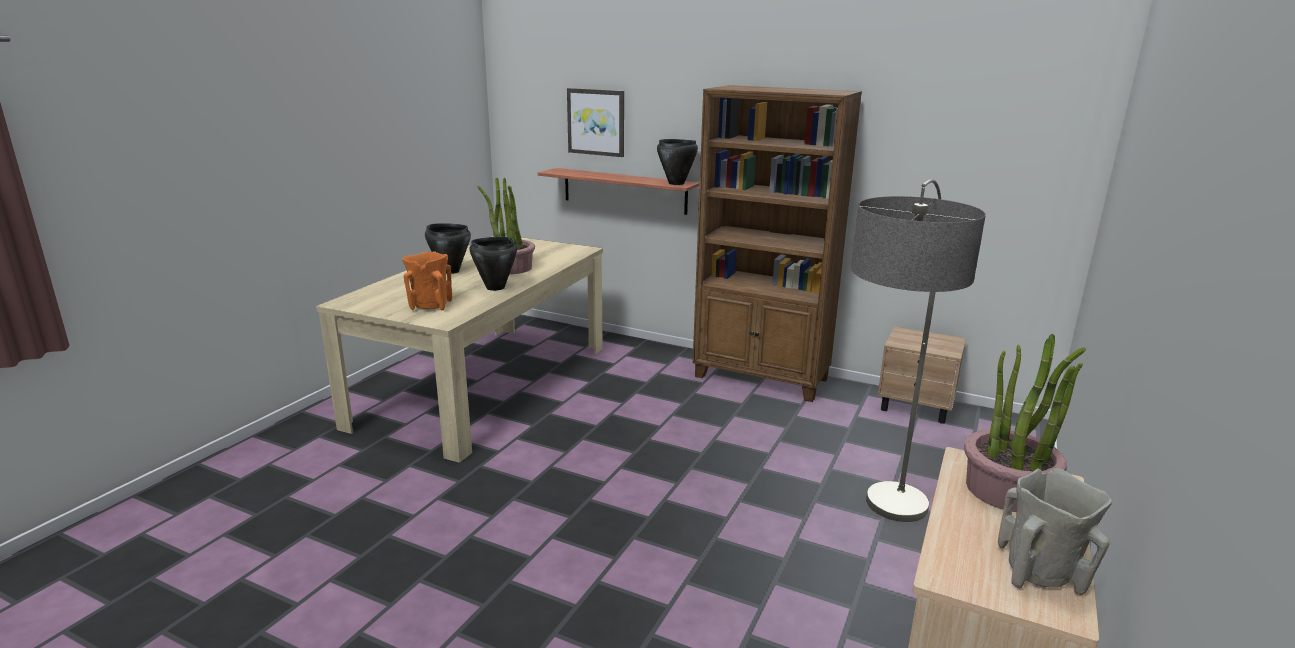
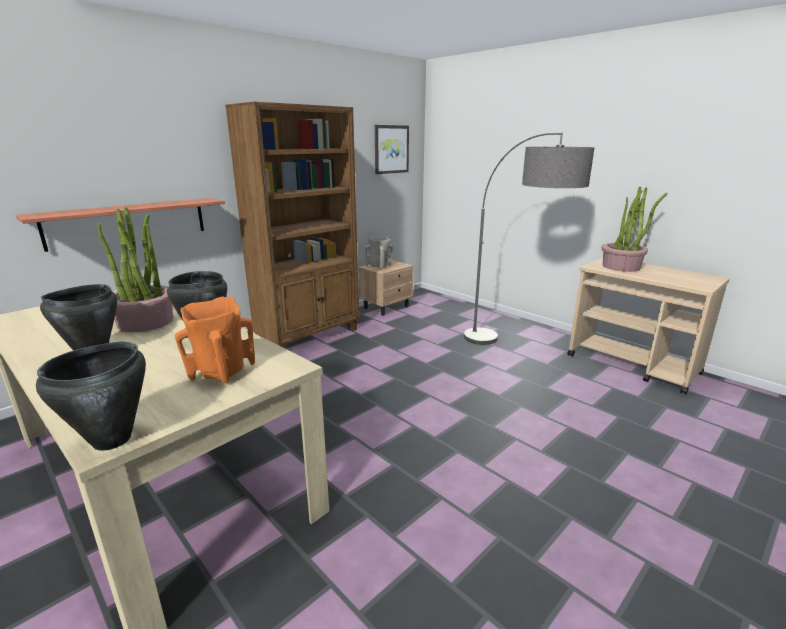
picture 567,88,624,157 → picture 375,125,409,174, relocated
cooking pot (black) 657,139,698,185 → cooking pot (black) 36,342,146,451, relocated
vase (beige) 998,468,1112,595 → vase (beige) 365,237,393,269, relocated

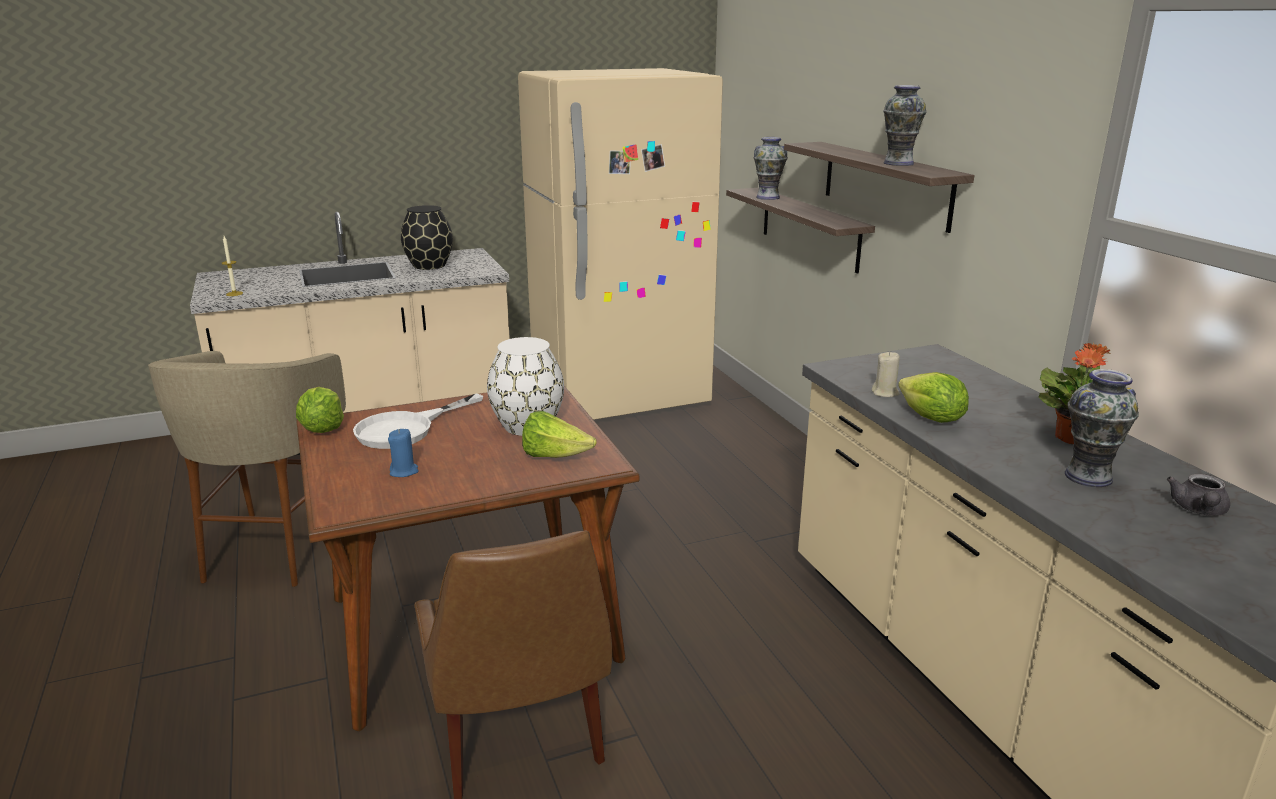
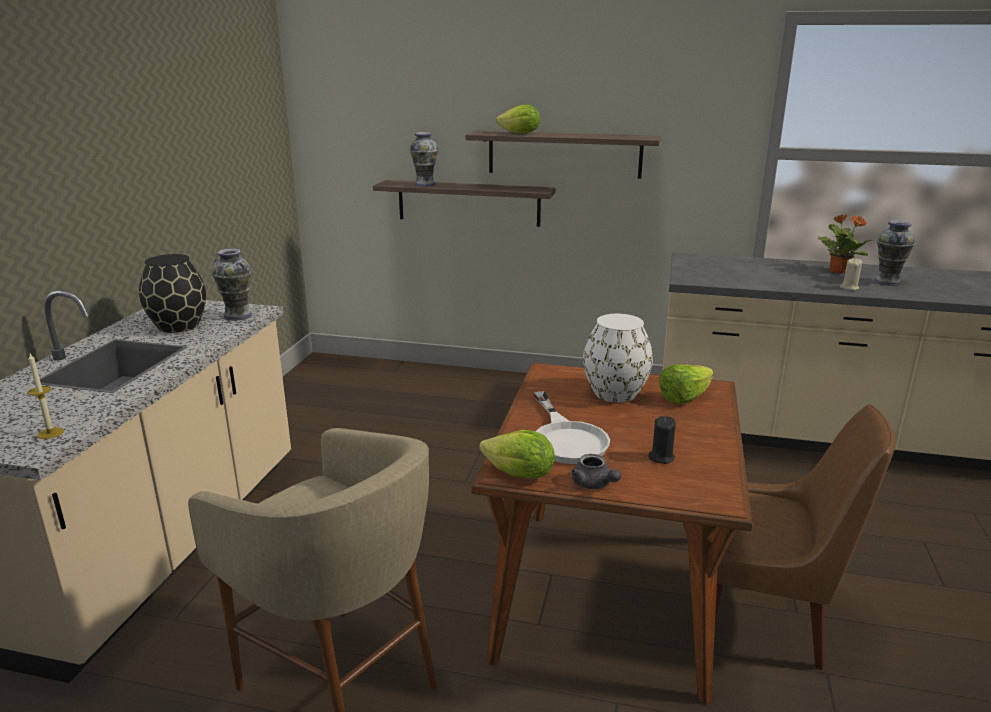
fridge (beige) 518,68,723,420 → -
vase 883,85,926,166 → vase 212,249,252,321, relocated
candle (beige) 872,351,900,397 → candle (beige) 840,259,862,290, relocated
lettuce 898,372,969,423 → lettuce 496,104,540,133, relocated
candle (blue) 388,429,419,477 → candle (black) 648,416,676,464
teapot (grey) 1167,474,1230,516 → teapot (grey) 571,454,621,489, relocated

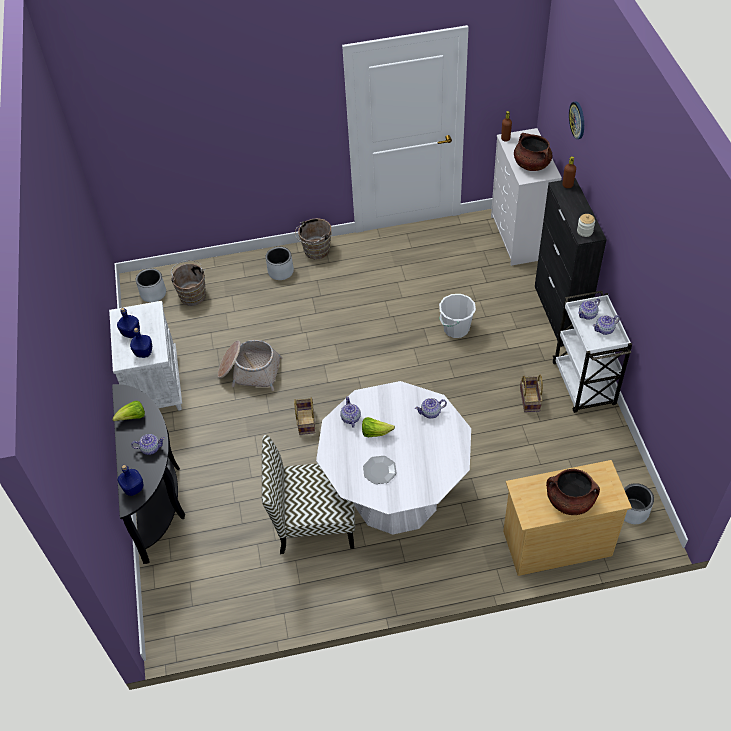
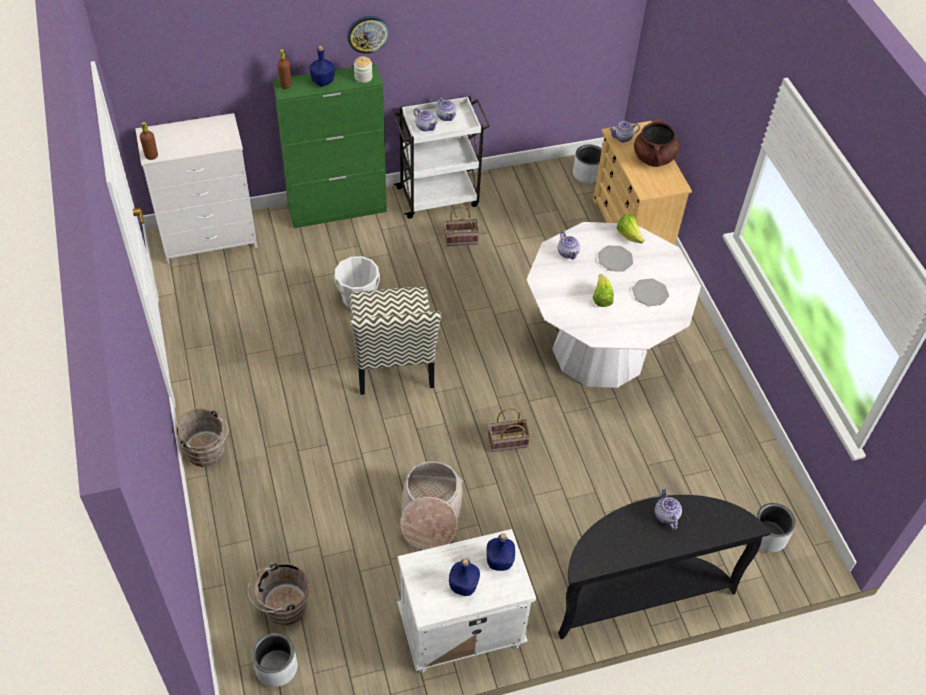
wall clock 569,102,584,139 → wall clock 347,16,389,54, relocated
cooking pot (brown) 514,133,552,171 → -
cabinet (black) 535,178,607,347 → cabinet (green) 273,64,387,228
planter (grey) 266,247,294,280 → planter (grey) 756,503,796,553, relocated
teapot 340,396,361,428 → teapot 609,121,640,142, relocated
lettuce 113,401,145,421 → lettuce 617,214,645,243, relocated
chair 262,435,355,554 → chair 350,287,441,395, relocated
bottle (blue) 118,465,143,496 → bottle (blue) 309,46,335,87, relocated
- → plate 598,246,633,271

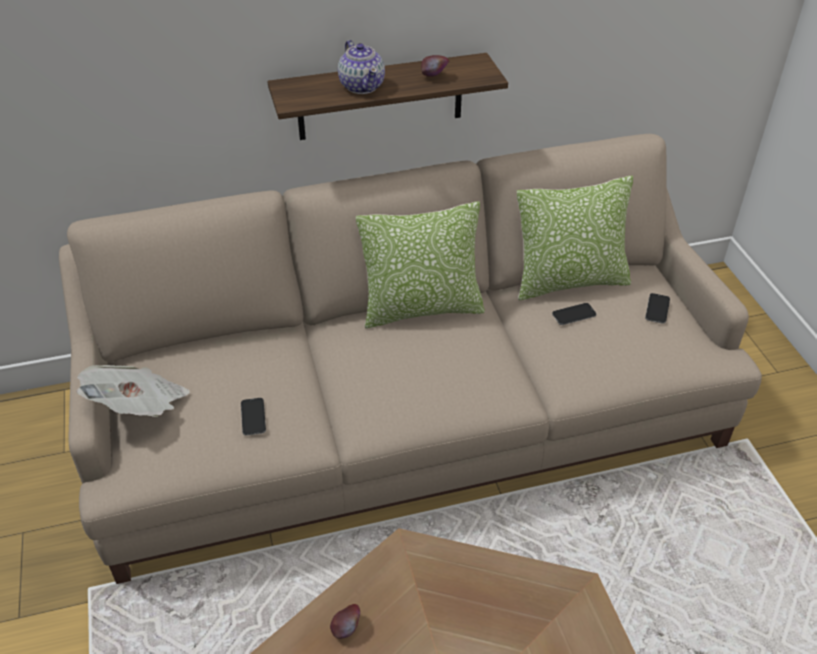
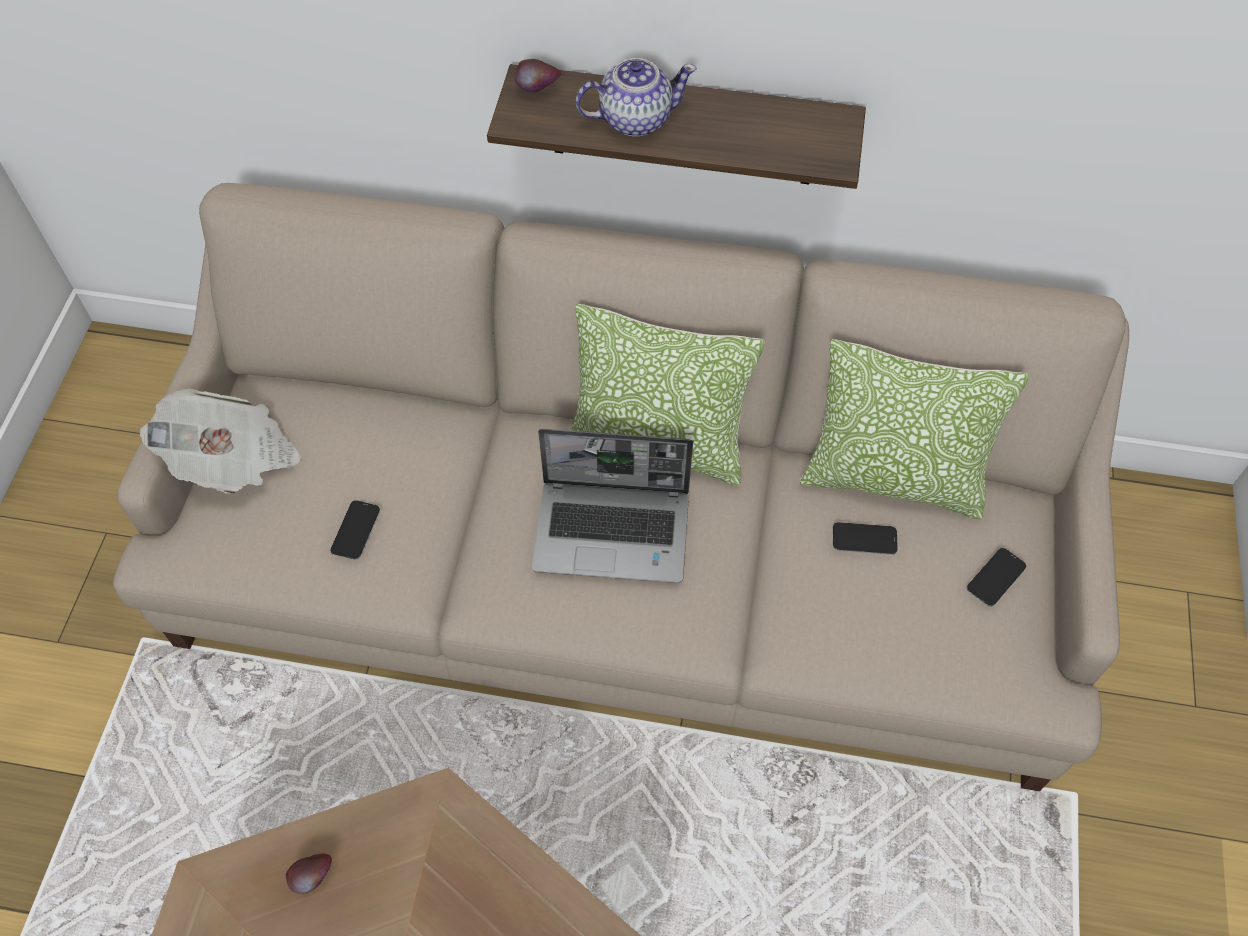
teapot 338,40,385,94 → teapot 575,58,697,136, 105 degrees counterclockwise
apple 421,55,449,77 → apple 514,59,561,93, relocated
- → laptop 532,429,693,583

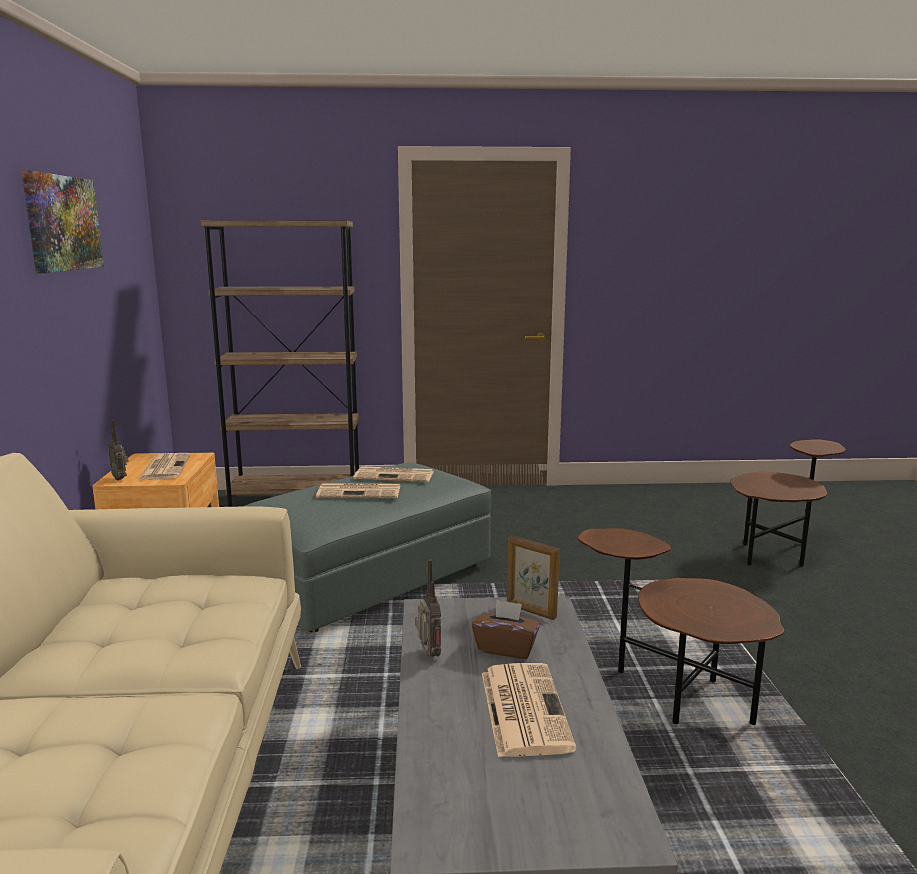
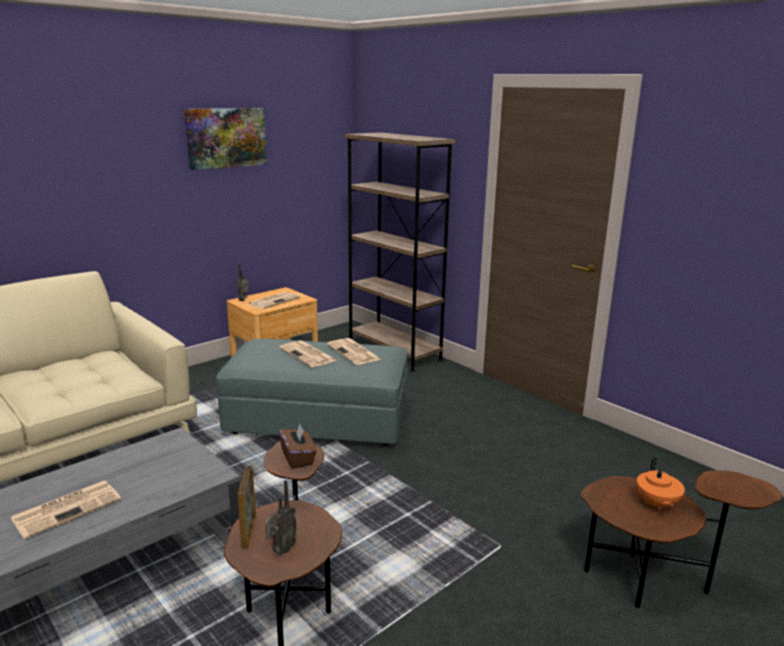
picture frame 507,536,560,620 → picture frame 237,466,256,549, relocated
radio 415,559,441,657 → radio 265,480,297,555, relocated
tissue box (brown) 472,599,540,659 → tissue box (brown) 279,424,317,469, relocated
- → teapot (orange) 637,458,685,511

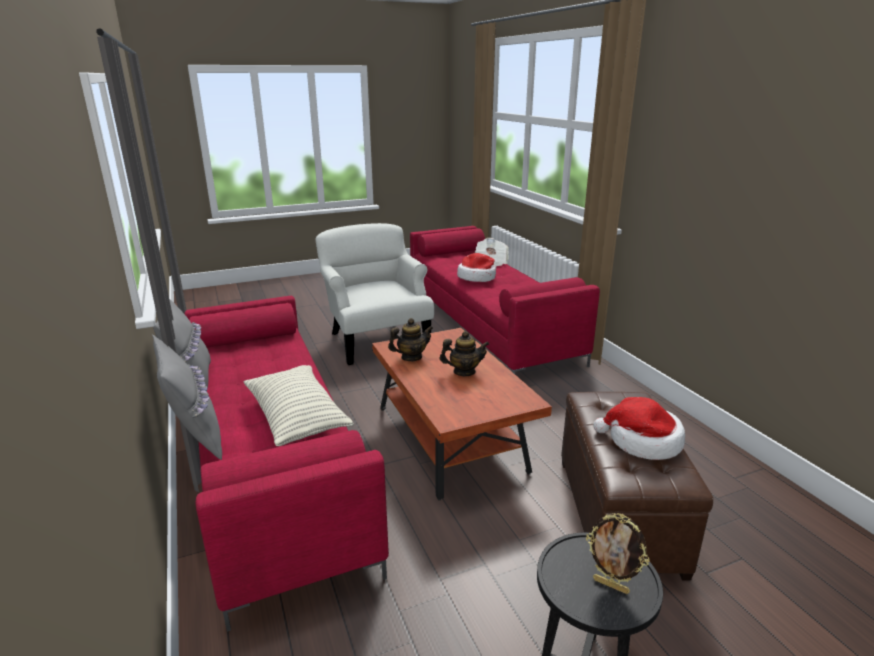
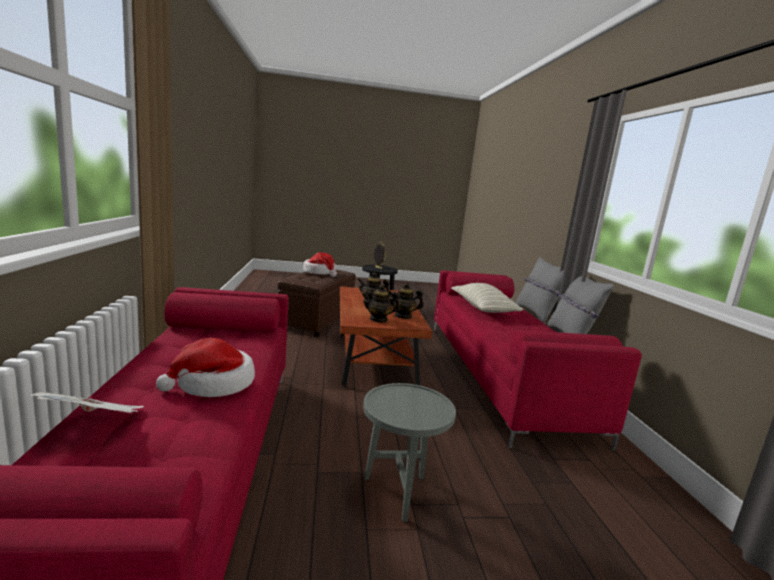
armchair (white) 316,223,434,365 → side table (grey) 363,383,456,522
- → teapot 362,285,400,323

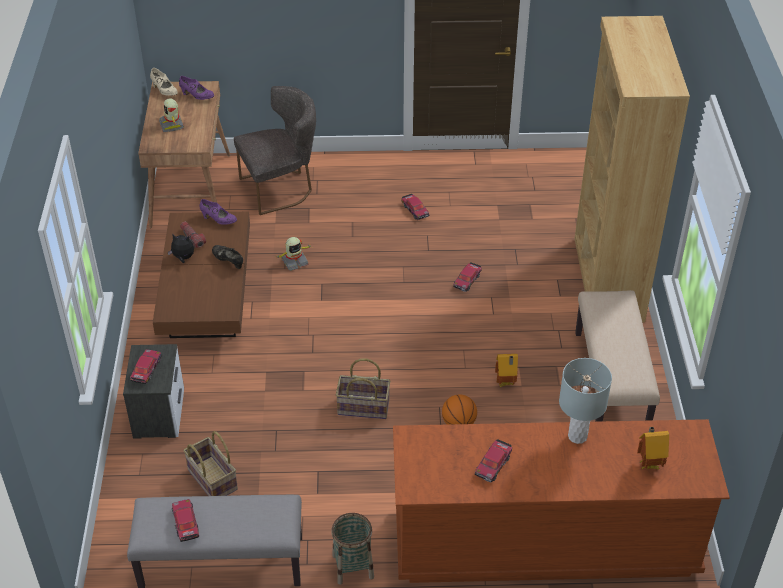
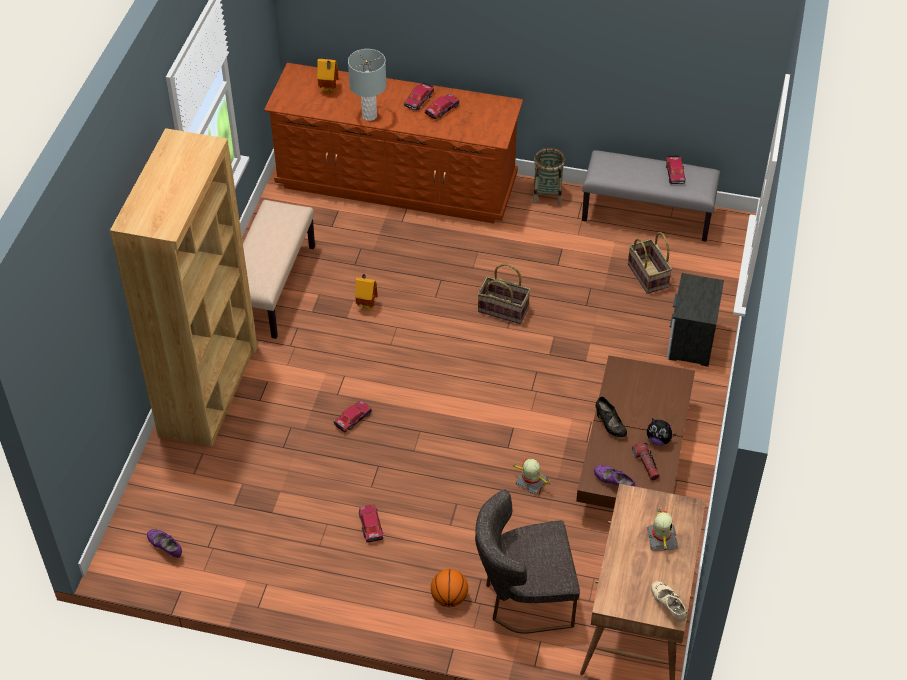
shoe (purple) 179,76,214,100 → shoe (purple) 147,529,182,558, relocated
toy robot 276,237,312,271 → toy robot 512,459,550,495, 45 degrees clockwise
toy car 130,349,162,384 → toy car 404,82,434,111, relocated
basketball 442,394,477,425 → basketball 431,569,468,607, relocated

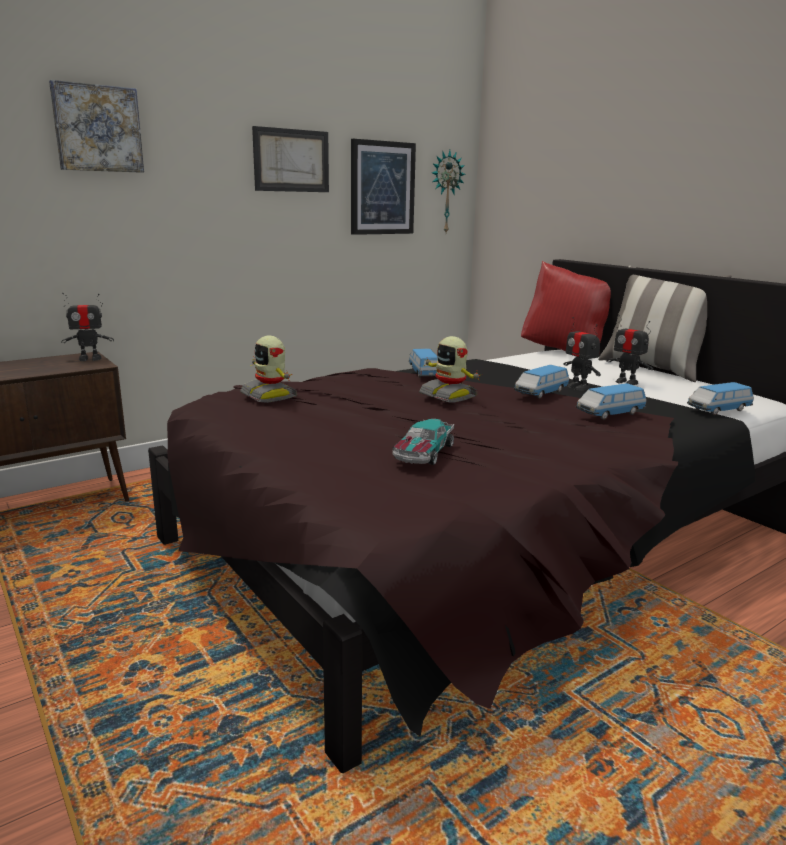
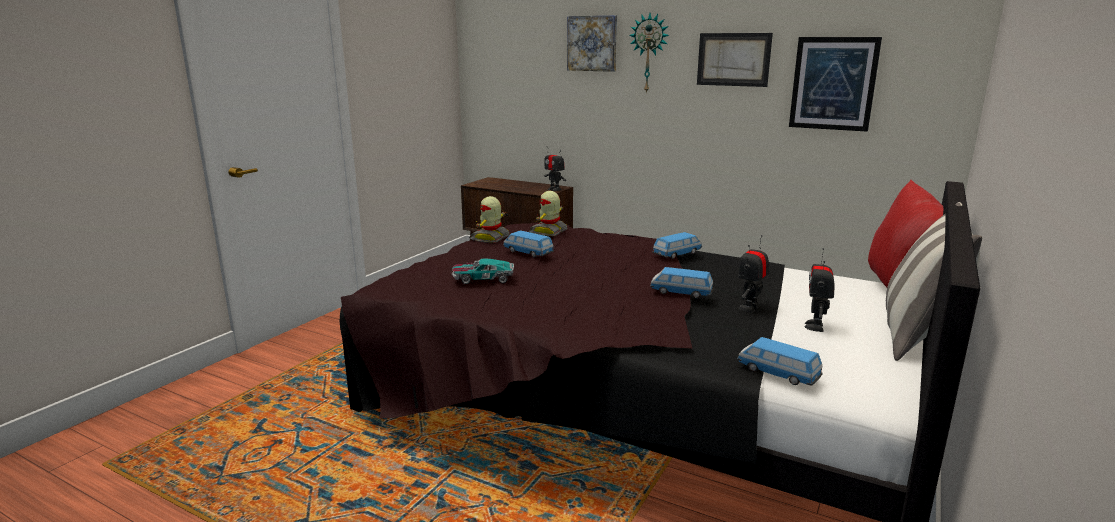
wall clock 432,150,466,233 → wall clock 629,13,669,94, relocated
toy robot 419,336,480,403 → toy robot 469,196,510,243, relocated
toy car 576,383,647,420 → toy car 503,231,554,258, relocated

